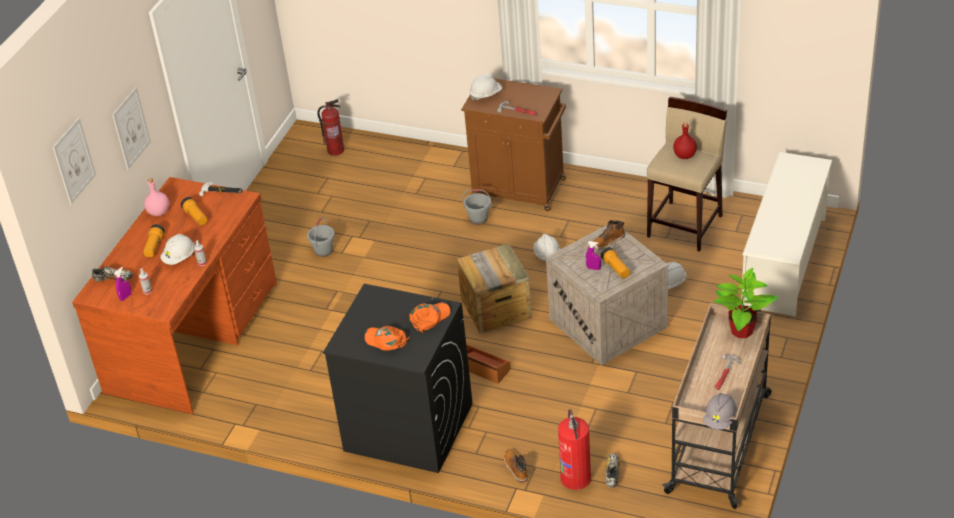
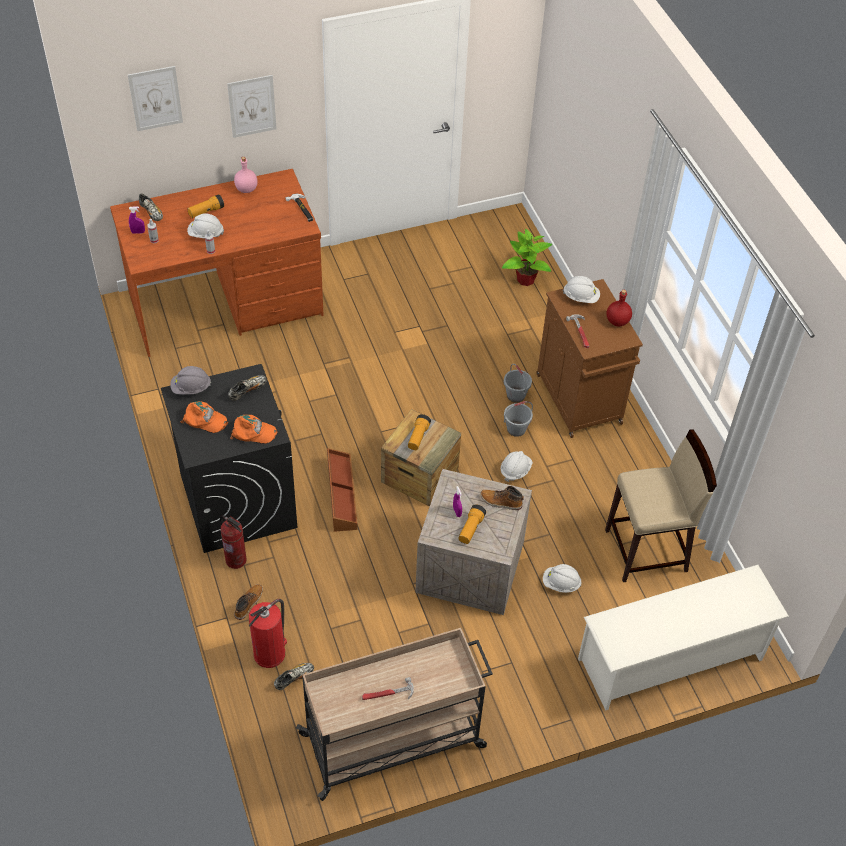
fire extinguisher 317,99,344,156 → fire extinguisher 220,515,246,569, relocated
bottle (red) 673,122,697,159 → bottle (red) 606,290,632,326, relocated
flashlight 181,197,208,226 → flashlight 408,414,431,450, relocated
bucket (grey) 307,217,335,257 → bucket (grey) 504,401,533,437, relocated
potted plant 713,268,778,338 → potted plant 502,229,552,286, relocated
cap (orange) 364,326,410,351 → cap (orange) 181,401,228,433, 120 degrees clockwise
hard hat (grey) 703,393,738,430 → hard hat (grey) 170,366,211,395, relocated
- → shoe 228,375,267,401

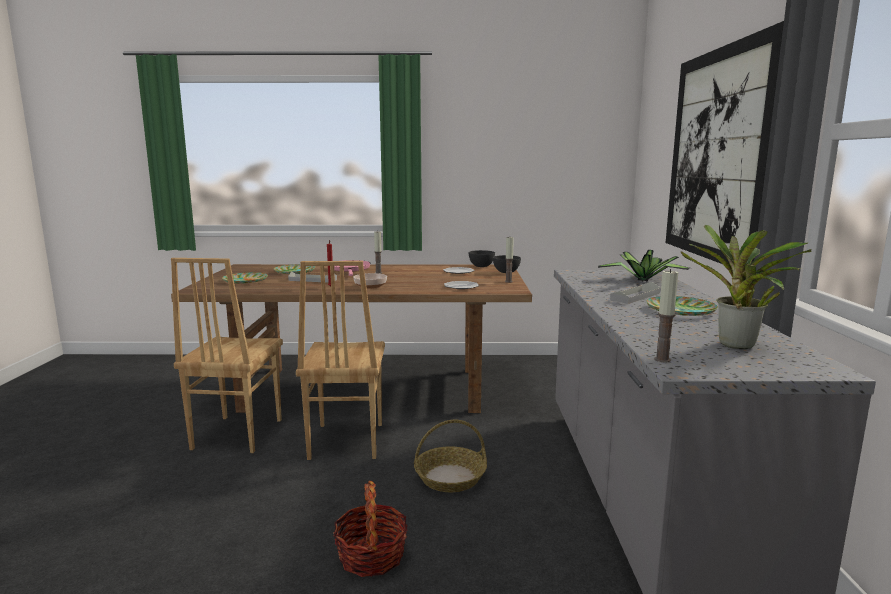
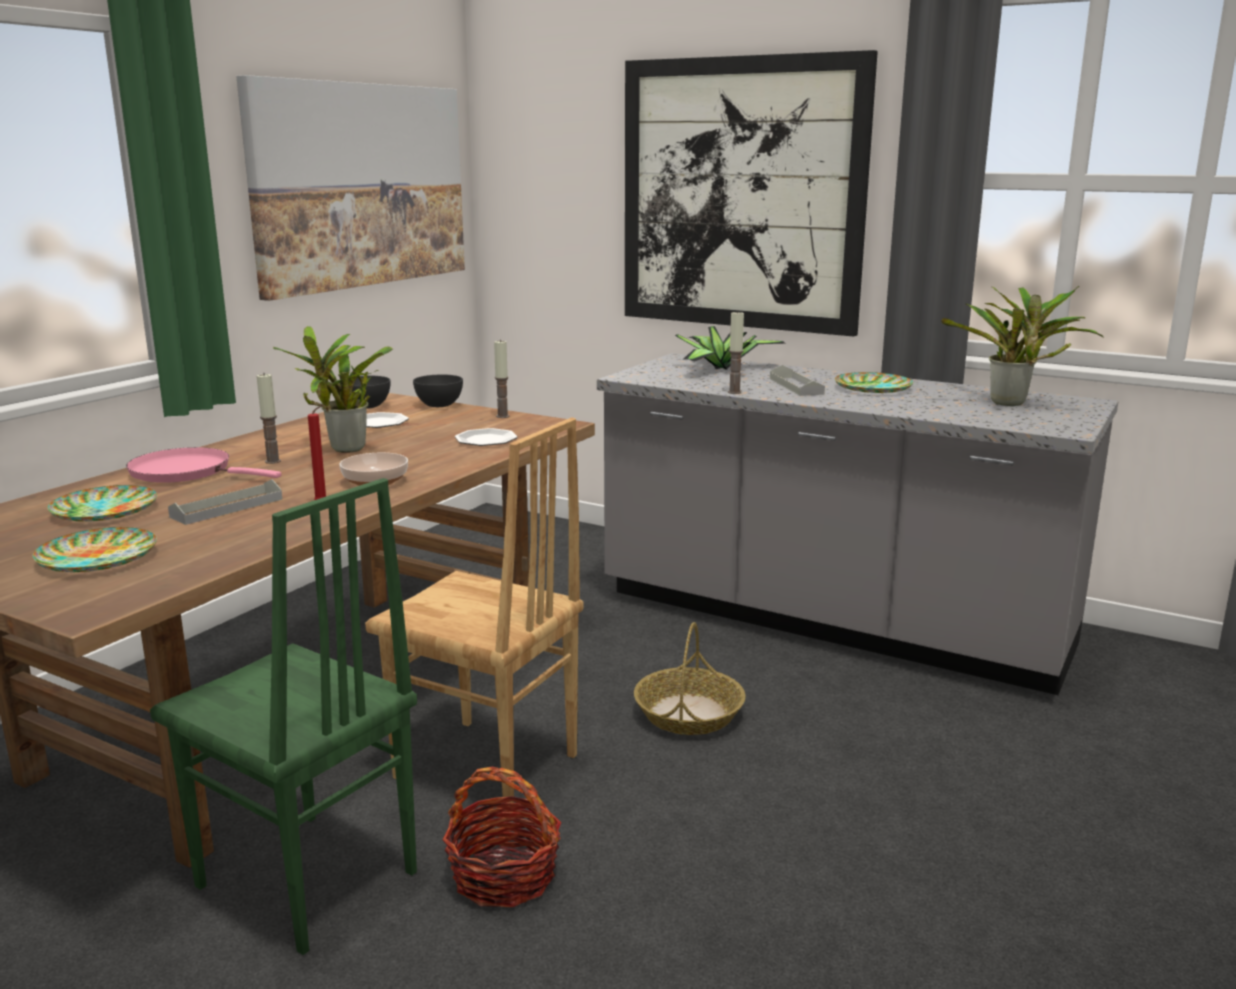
chair (brown) 171,258,283,453 → chair (green) 150,478,417,955
candle 654,269,678,362 → candle 728,311,744,394, relocated
basket 333,481,408,577 → basket 442,767,561,907, relocated
- → picture 236,75,465,301
- → potted plant 273,326,393,453

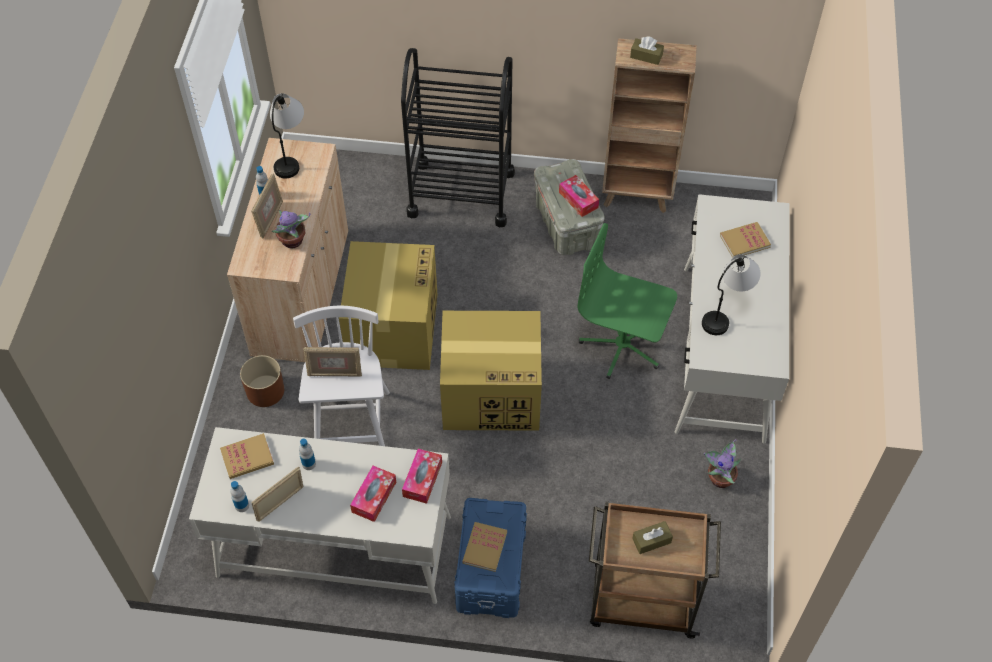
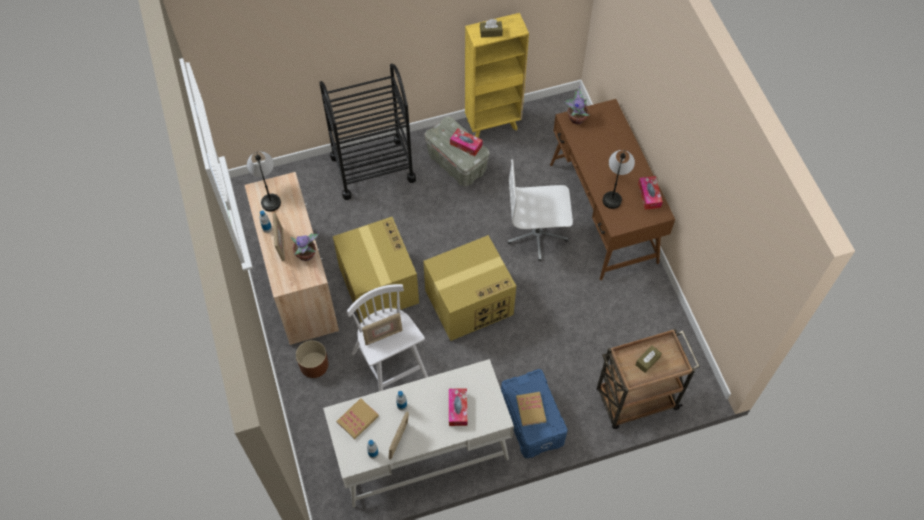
bookcase (brown) 602,38,697,213 → bookcase (yellow) 465,13,529,138
desk (white) 675,194,789,444 → desk (brown) 550,99,675,280
book 720,222,771,258 → -
office chair (green) 578,223,677,379 → office chair (white) 508,159,573,261
potted plant 704,439,741,488 → potted plant 564,87,589,124, relocated
tissue box 402,449,442,504 → tissue box 638,176,663,210, relocated

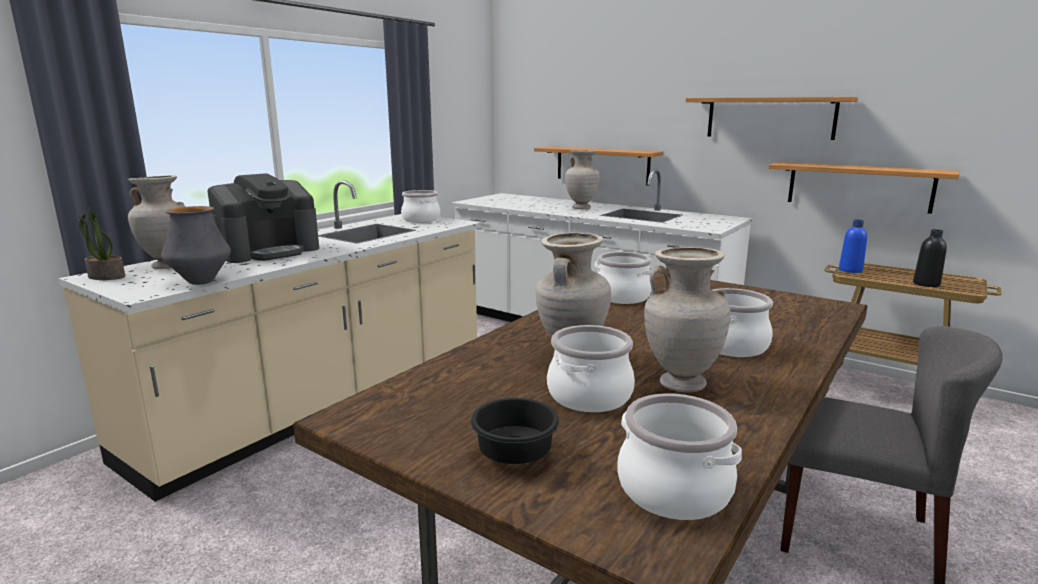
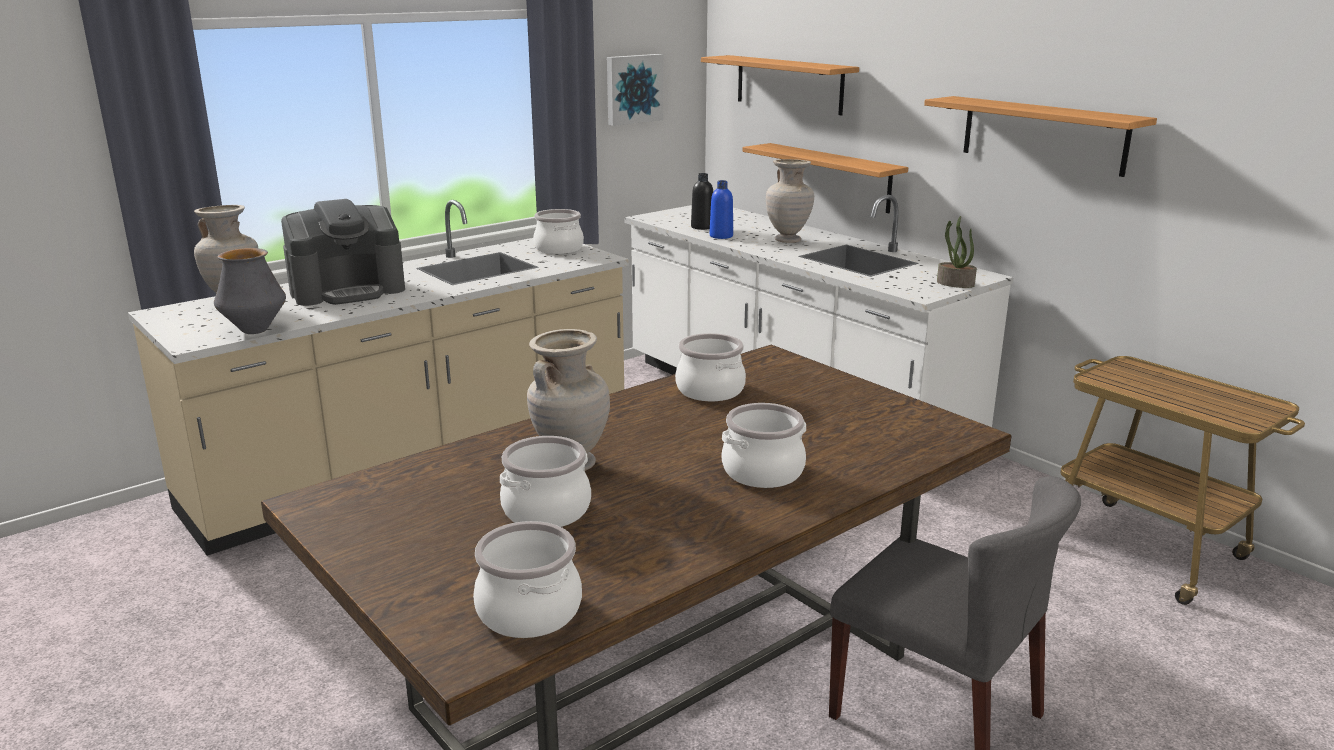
shelf 768,162,960,214 → shelf 701,55,859,115, relocated
potted plant 76,206,125,280 → potted plant 937,216,977,288, relocated
bottle (blue) 839,220,867,273 → bottle (blue) 710,180,733,239, relocated
bottle (black) 913,229,947,287 → bottle (black) 691,173,713,230, relocated
vase (beige) 644,247,731,392 → -
bowl (black) 471,398,559,464 → -
- → picture 607,54,663,126

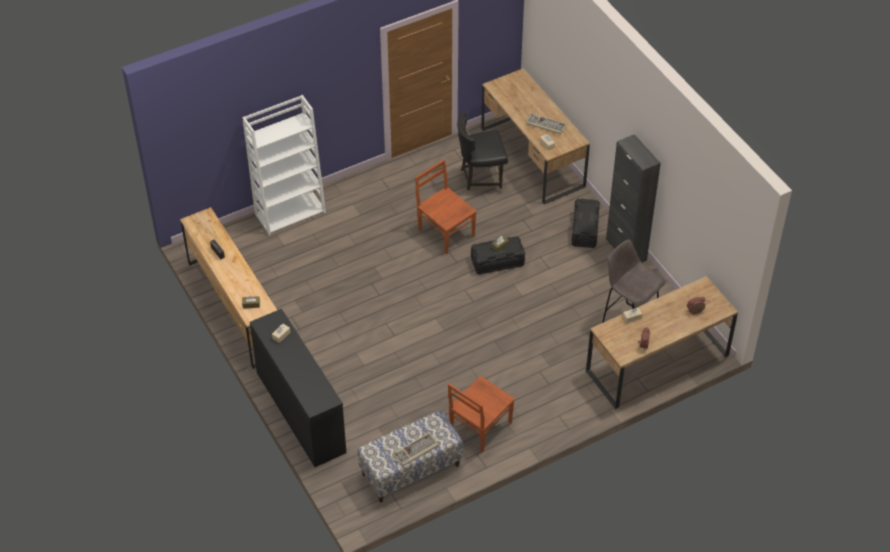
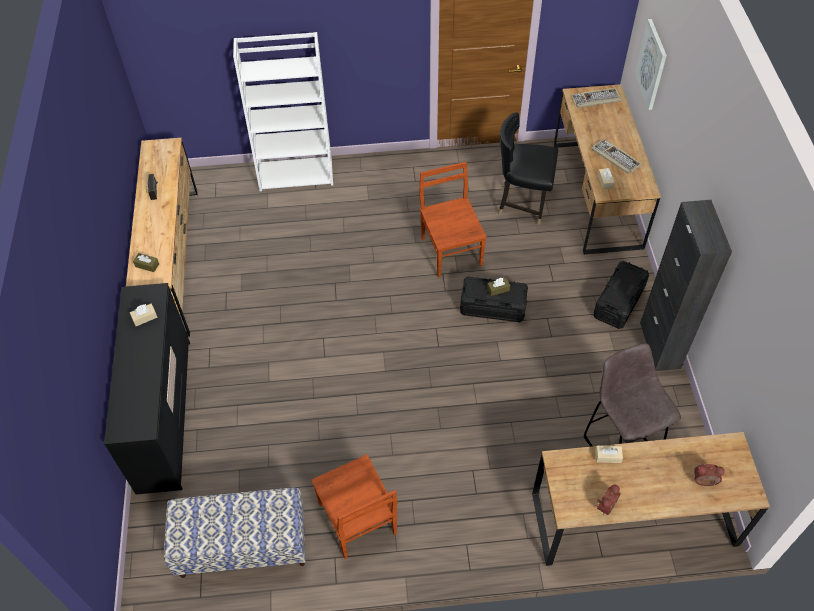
chair (brown) 448,376,515,453 → chair (brown) 311,455,397,559, 90 degrees counterclockwise
keyboard 392,432,439,466 → keyboard 570,88,621,108, relocated
- → picture 635,19,667,110

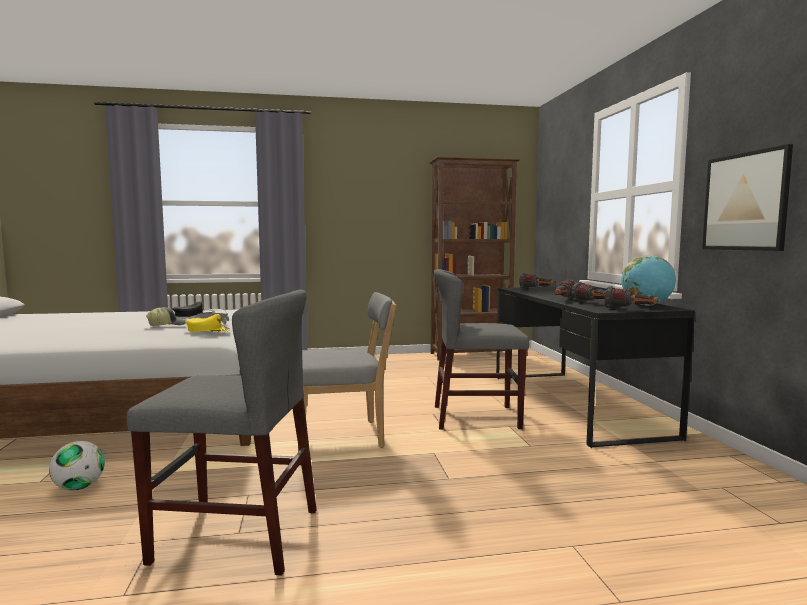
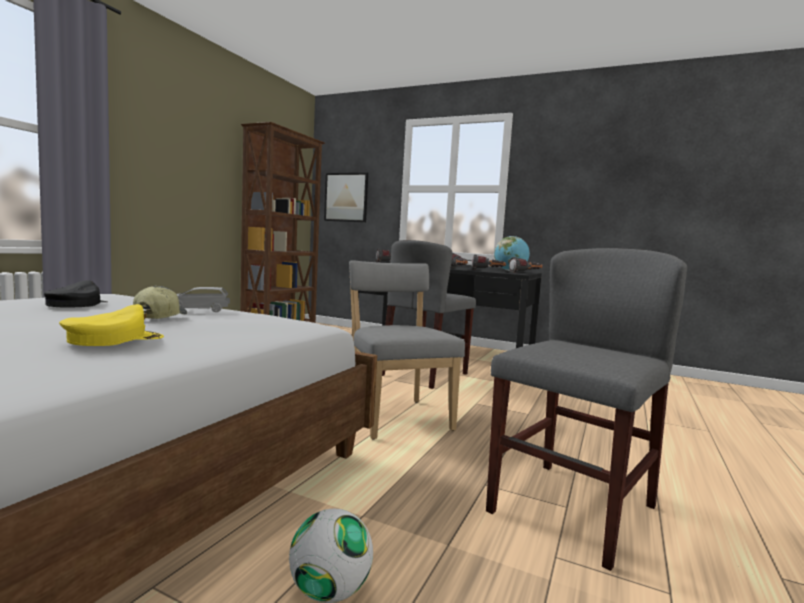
picture 702,144,793,251 → picture 324,173,368,222, relocated
chair (grey) 298,292,396,452 → chair (grey) 349,260,465,439, 45 degrees counterclockwise
cap (yellow) 185,314,230,332 → cap (yellow) 59,304,164,346, relocated

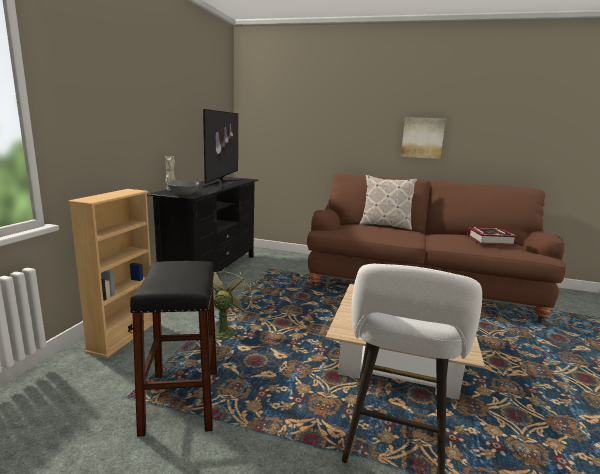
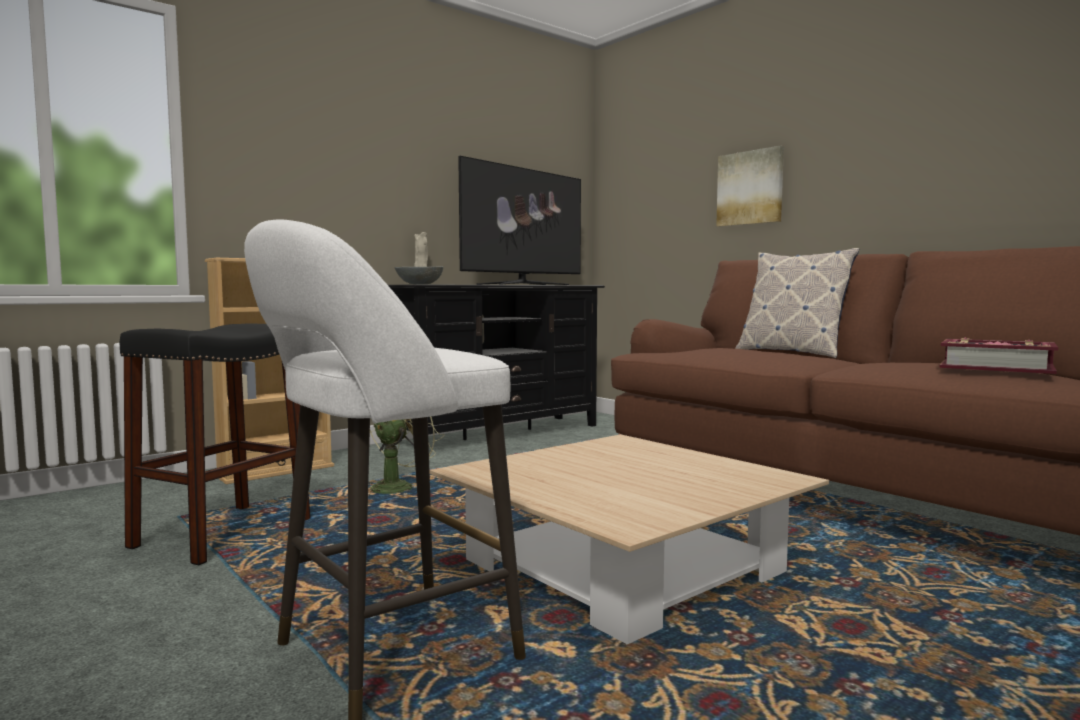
picture 401,117,446,159 → picture 716,146,784,227, relocated

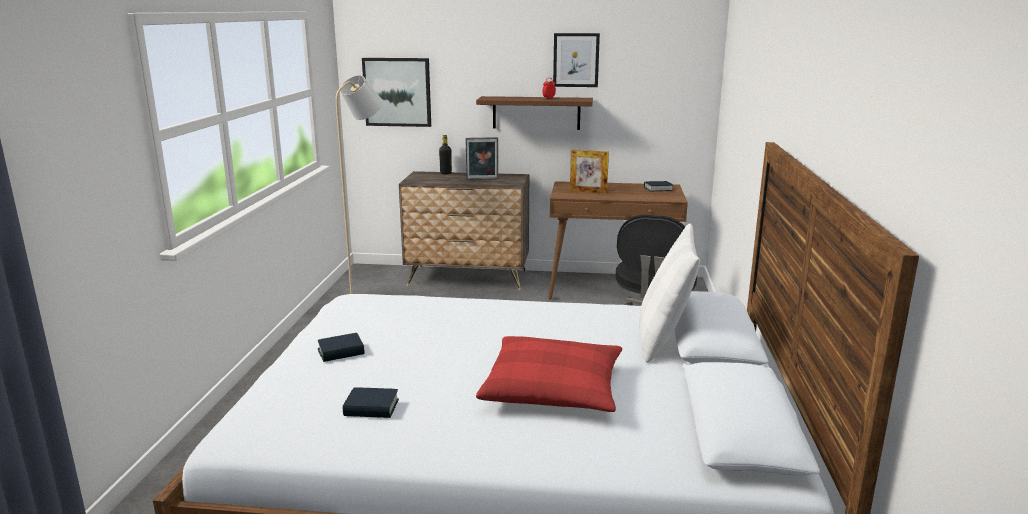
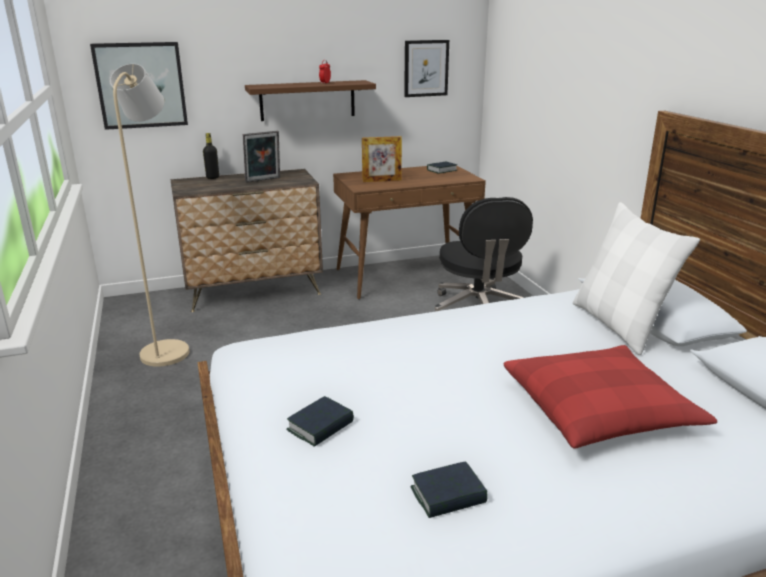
picture 553,33,600,87 → picture 404,40,449,97, relocated

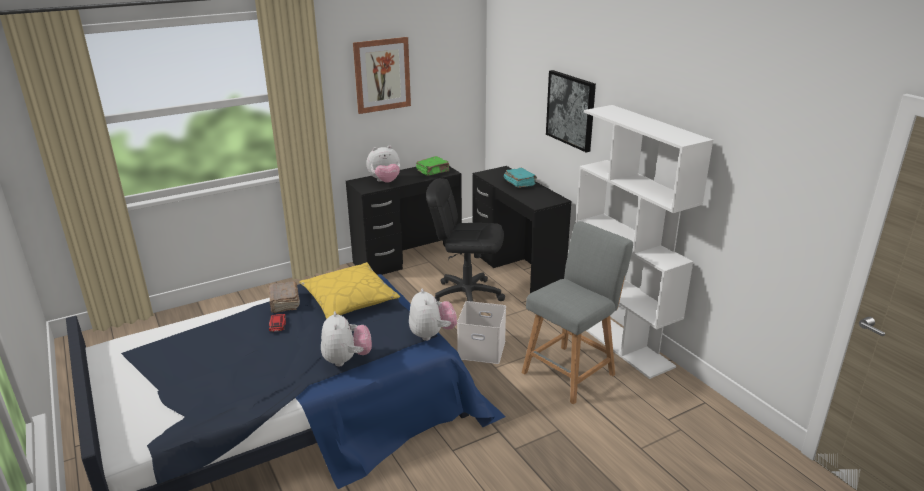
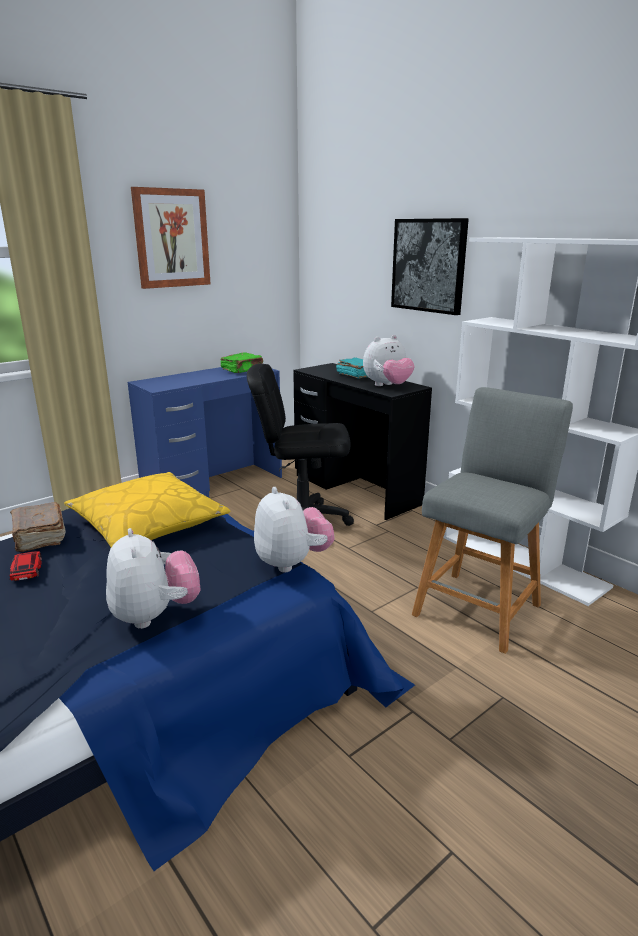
plush toy 367,145,400,183 → plush toy 363,335,415,386, relocated
desk (black) 346,166,462,275 → desk (blue) 128,367,282,498
storage box (white) 457,301,506,364 → -

